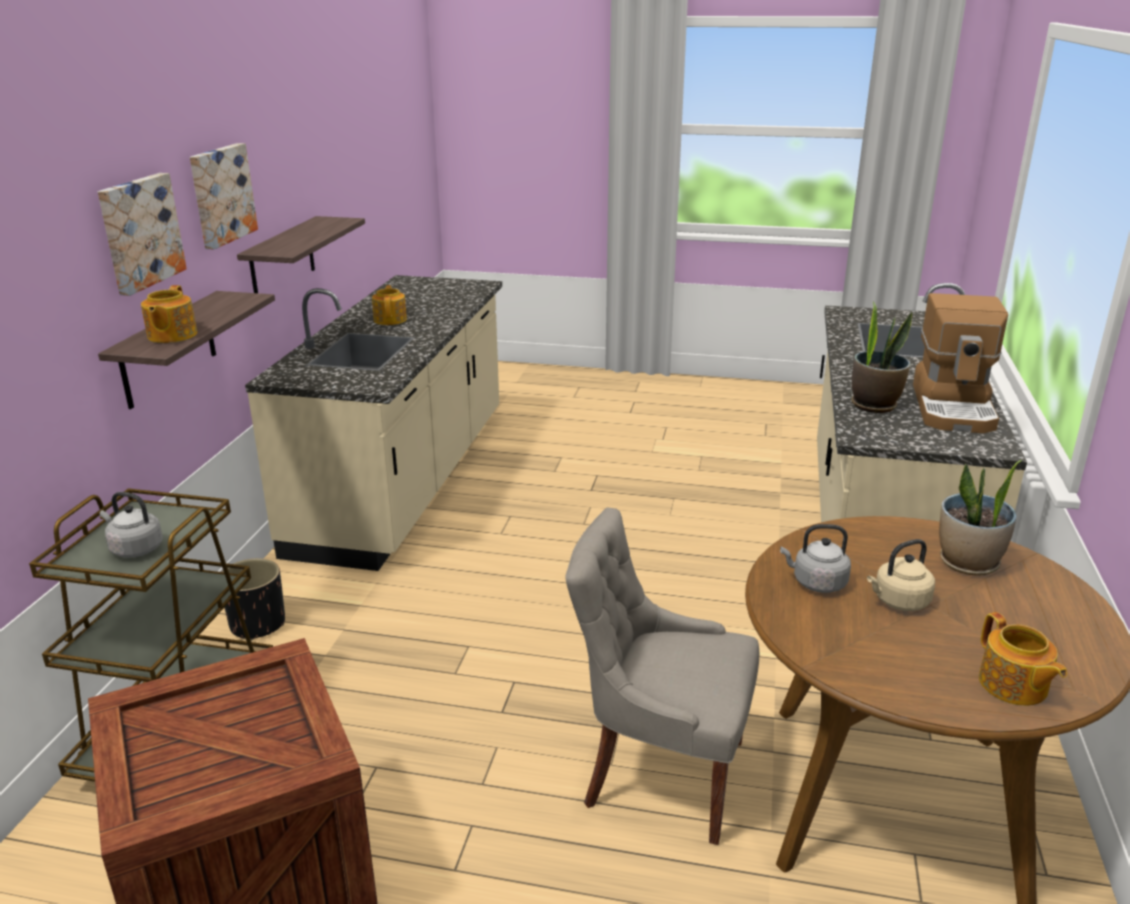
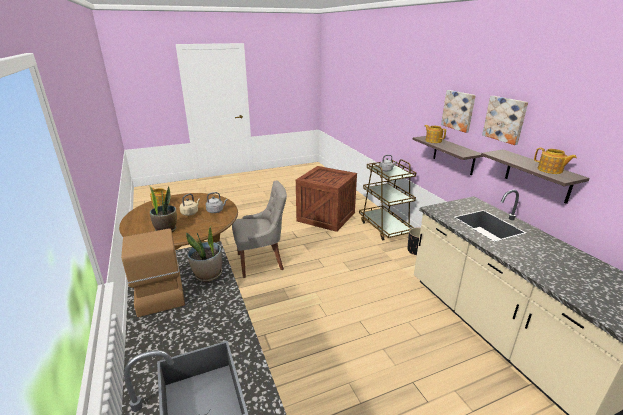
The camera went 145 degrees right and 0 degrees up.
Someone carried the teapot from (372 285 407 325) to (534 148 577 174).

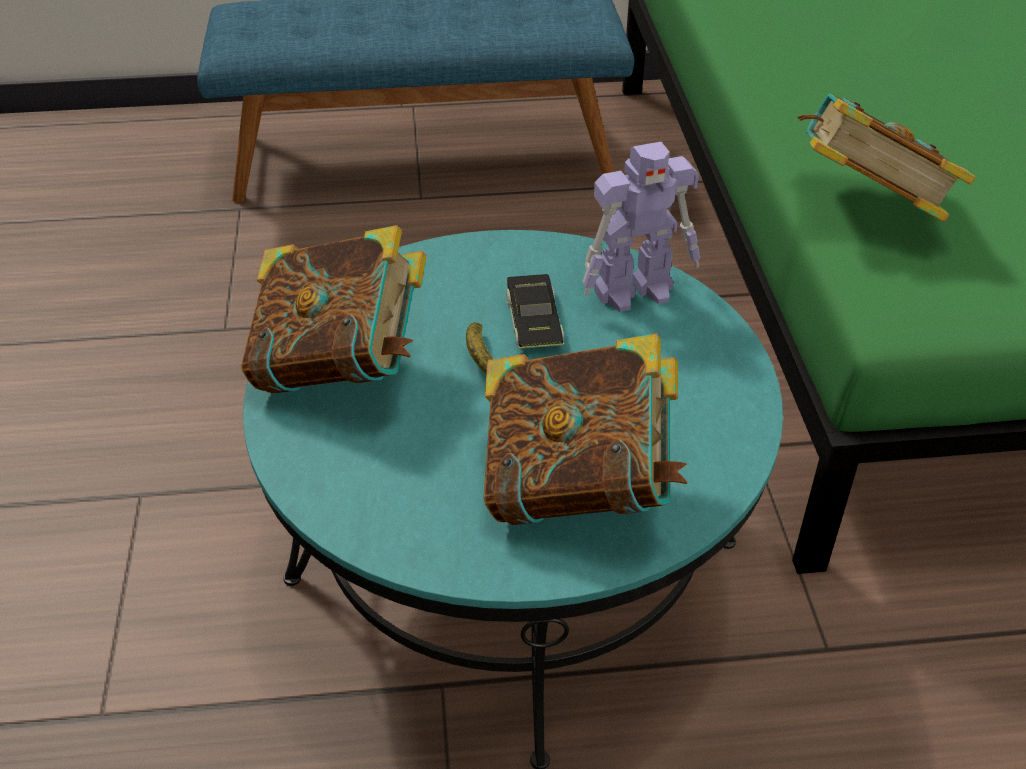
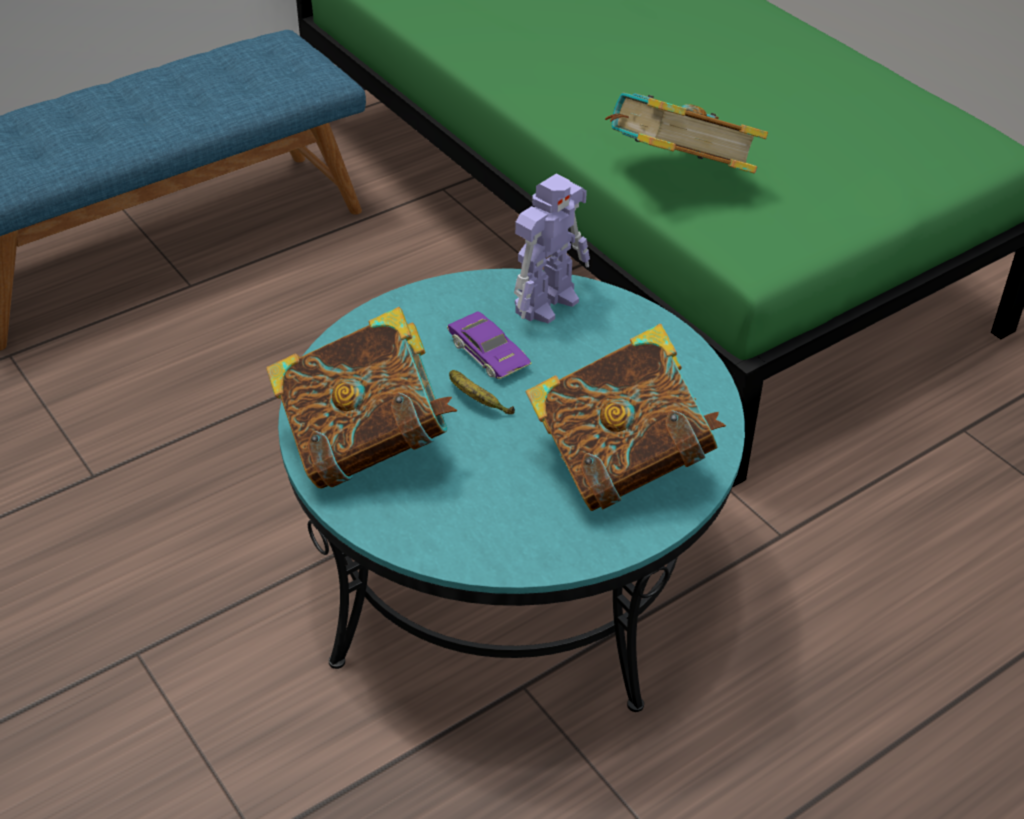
The camera went 30 degrees left and 0 degrees up.
Someone repainted the black toy car at (507 274 564 349), which became the purple toy car at (447 311 532 379).

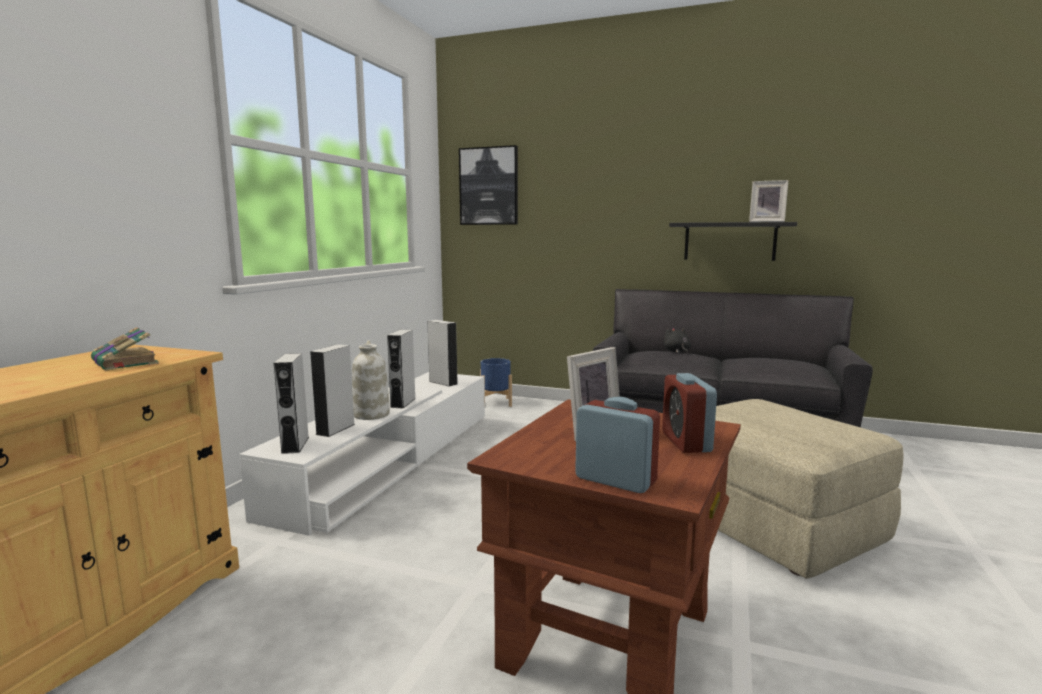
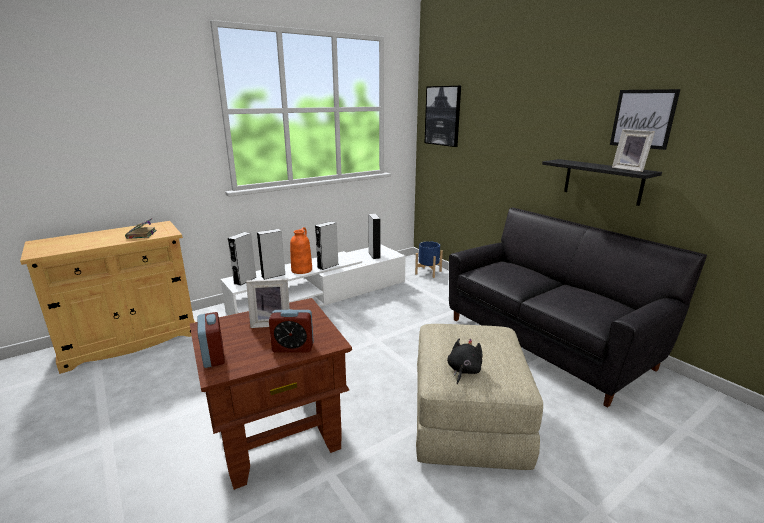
The camera went 35 degrees right and 10 degrees up.
Someone carried the black plush toy from (663 327 691 354) to (447 338 482 384).
Someone repainted the white vase at (352 340 390 420), which became the orange vase at (290 227 312 274).
Someone rotated the alarm clock at (662 373 717 453) by 120 degrees counterclockwise.
Someone put up the picture at (610 89 680 150).

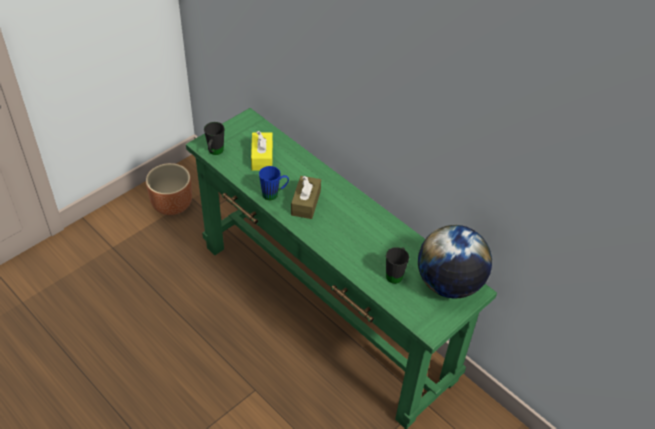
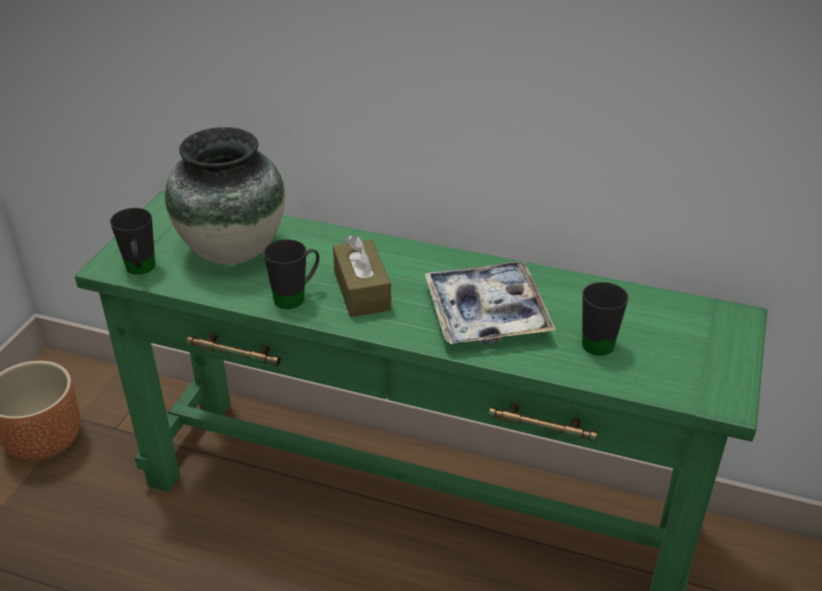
The camera went 25 degrees left and 10 degrees down.
Someone swapped the yellow tissue box at (251 131 273 170) for the vase at (165 127 285 264).
Someone repainted the blue mug at (259 166 289 200), which became the black mug at (264 239 319 309).
Someone took away the globe at (418 225 492 298).
Someone put down the tray at (424 261 556 344).

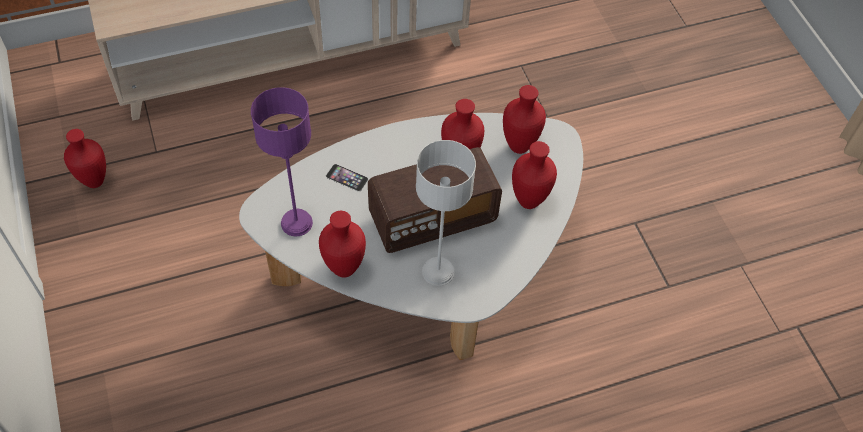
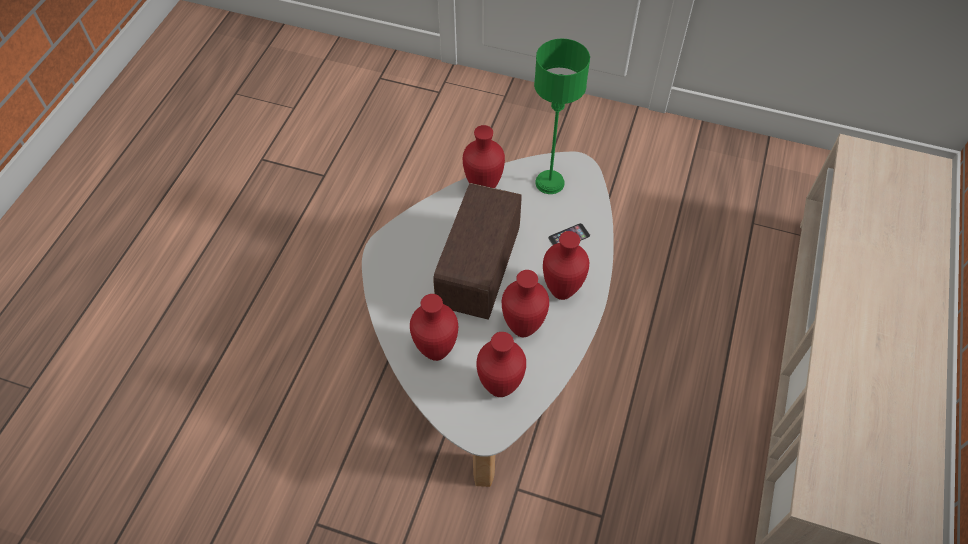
The camera went 130 degrees right and 0 degrees up.
Someone repainted the purple table lamp at (251 87 313 237), which became the green table lamp at (534 38 590 194).
Someone carried the red vase from (64 129 106 188) to (543 231 589 300).
Someone took away the grey table lamp at (416 140 476 286).

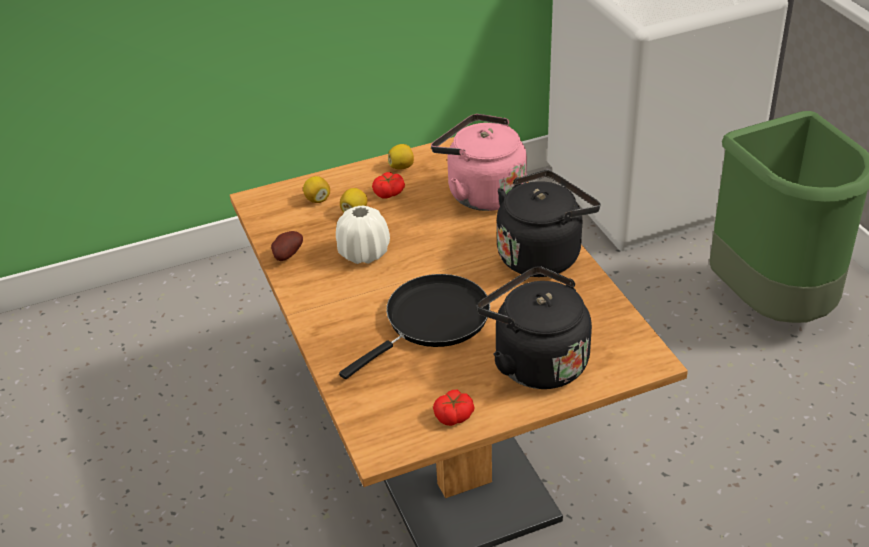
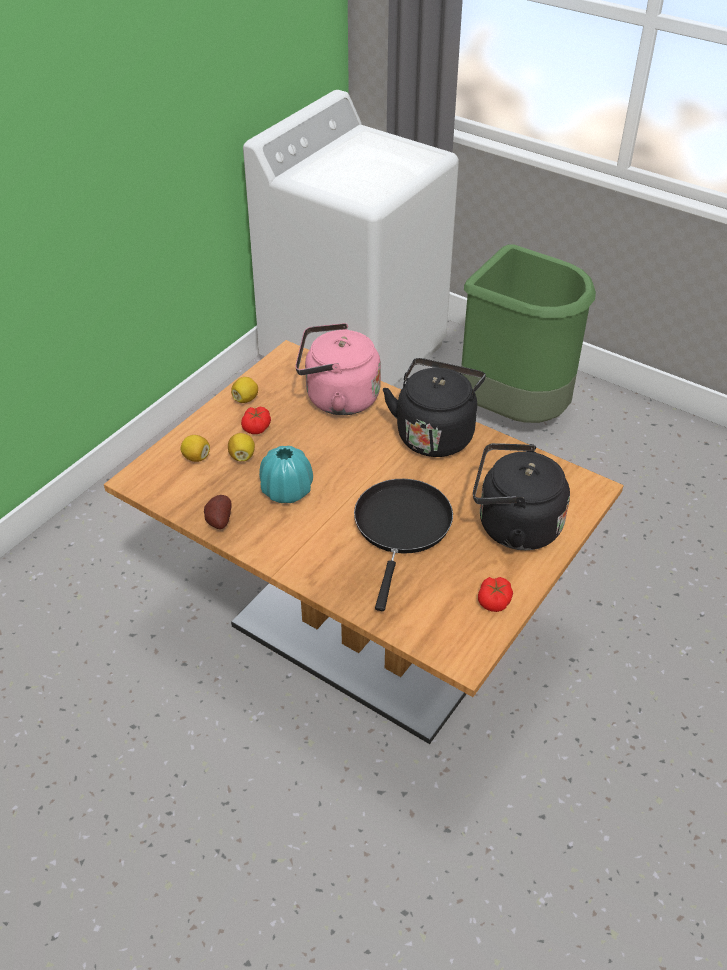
The camera went 35 degrees left and 5 degrees up.
Someone repainted the white vase at (336 206 390 264), which became the turquoise vase at (259 446 313 503).

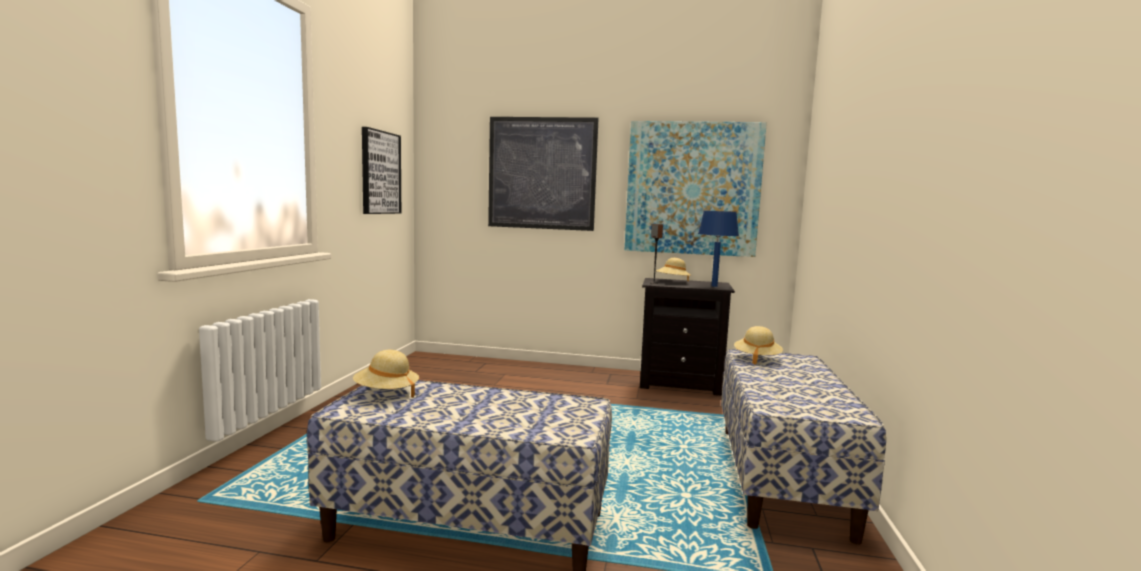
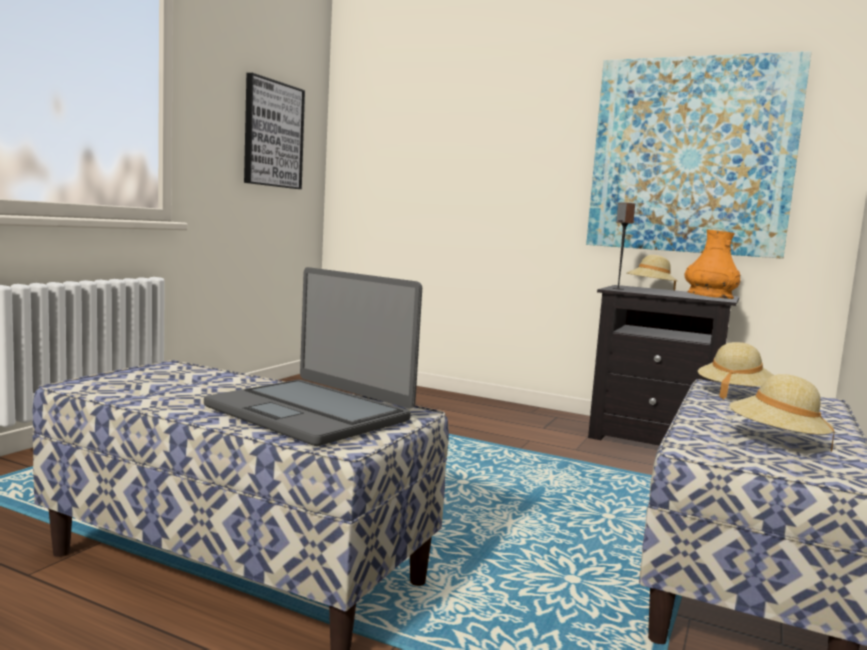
The camera went 15 degrees right and 0 degrees up.
Someone took away the picture at (488 117 599 231).
Someone swapped the blue table lamp at (698 211 739 287) for the orange vase at (685 229 741 299).
Someone carried the beige hat from (353 350 419 397) to (730 374 835 452).
Someone put down the laptop at (204 267 422 446).

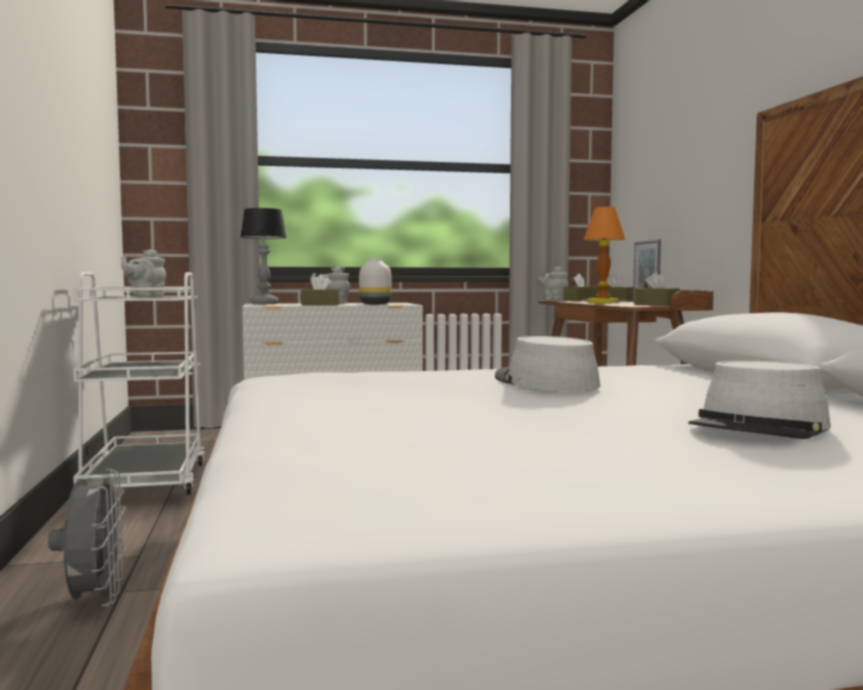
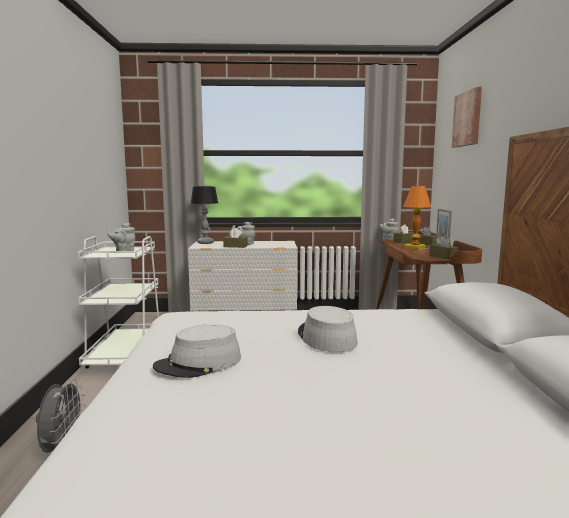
The camera went 10 degrees right and 5 degrees up.
Someone took away the white vase at (359 258 391 304).
Someone carried the grey hat from (688 361 831 439) to (153 324 241 378).
Someone put up the picture at (452 87 482 148).

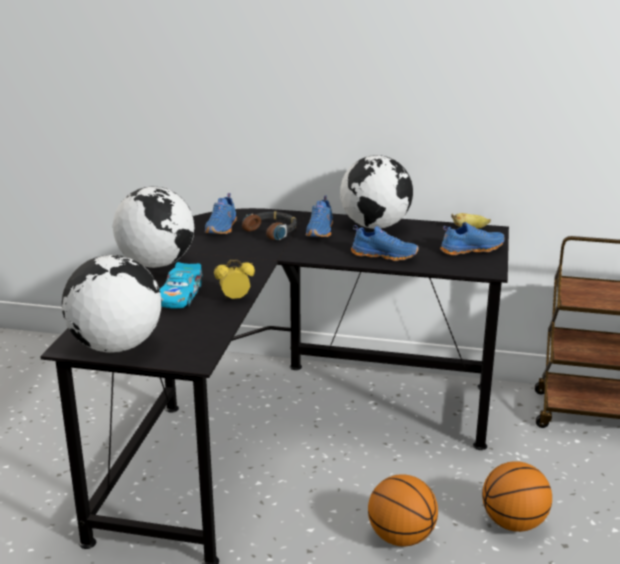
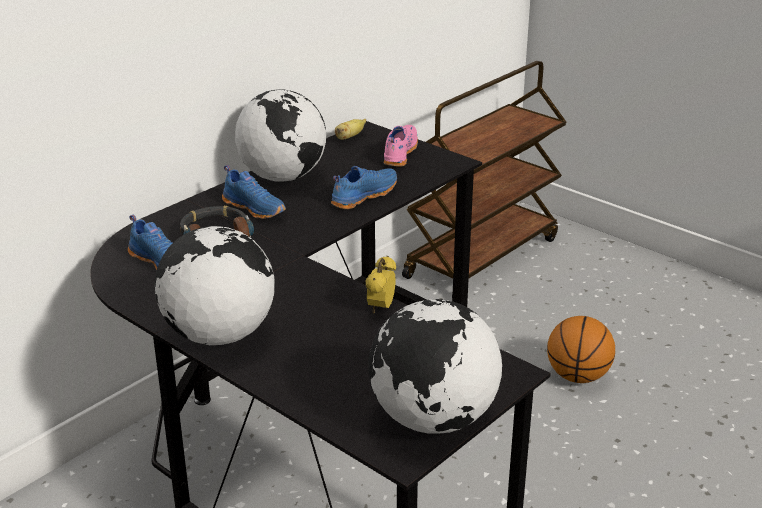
The camera went 60 degrees left and 5 degrees up.
Someone repainted the blue shoe at (440 222 505 255), which became the pink shoe at (384 125 418 167).
Someone took away the toy car at (160 262 203 308).
Someone took away the basketball at (368 474 438 546).

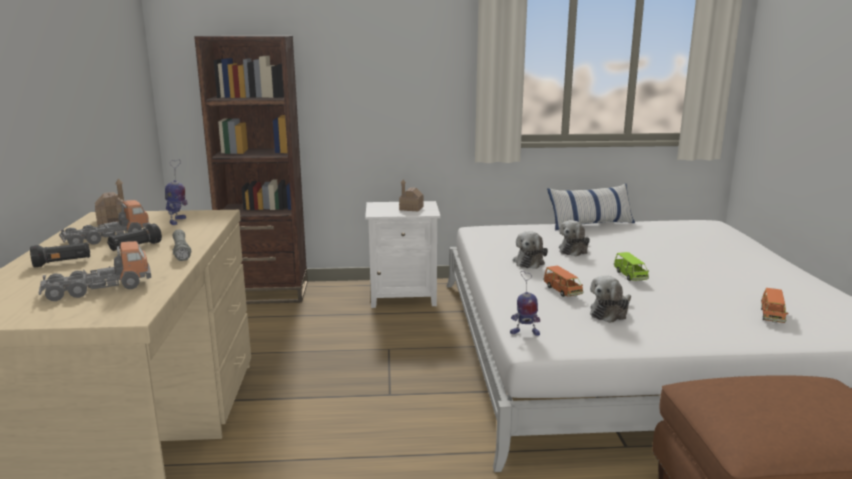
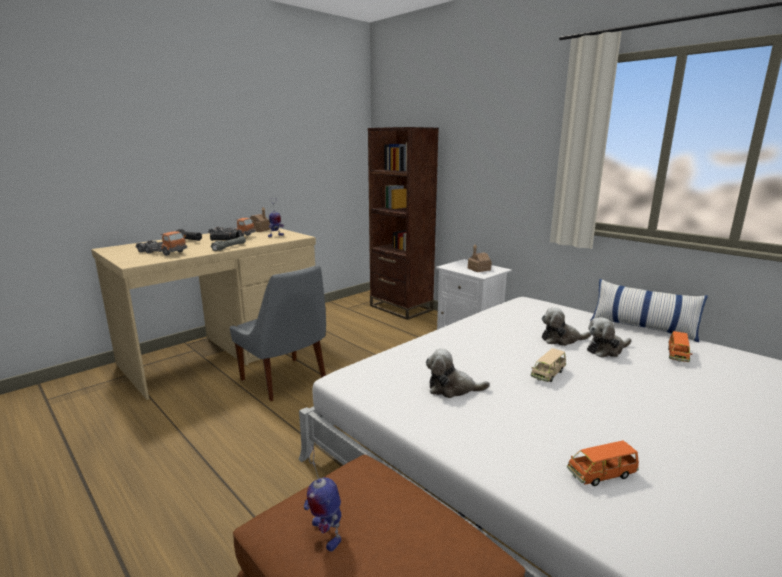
The camera went 50 degrees right and 0 degrees up.
Someone carried the plush toy from (513 231 548 269) to (587 317 631 357).
Someone repainted the green toy car at (614 252 649 281), which became the beige toy car at (530 348 566 382).
Someone carried the orange toy car from (543 266 583 297) to (668 331 692 362).
Someone carried the toy robot from (510 271 540 336) to (304 445 341 552).
Someone put down the grey chair at (229 265 326 401).

